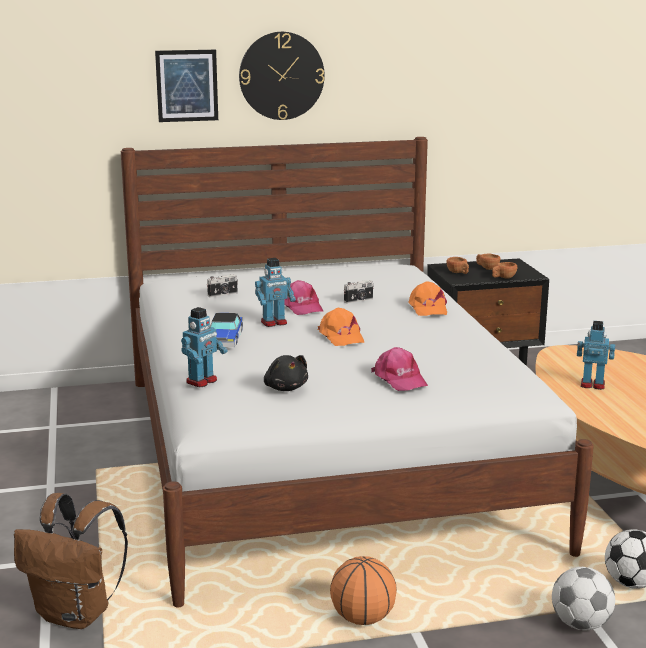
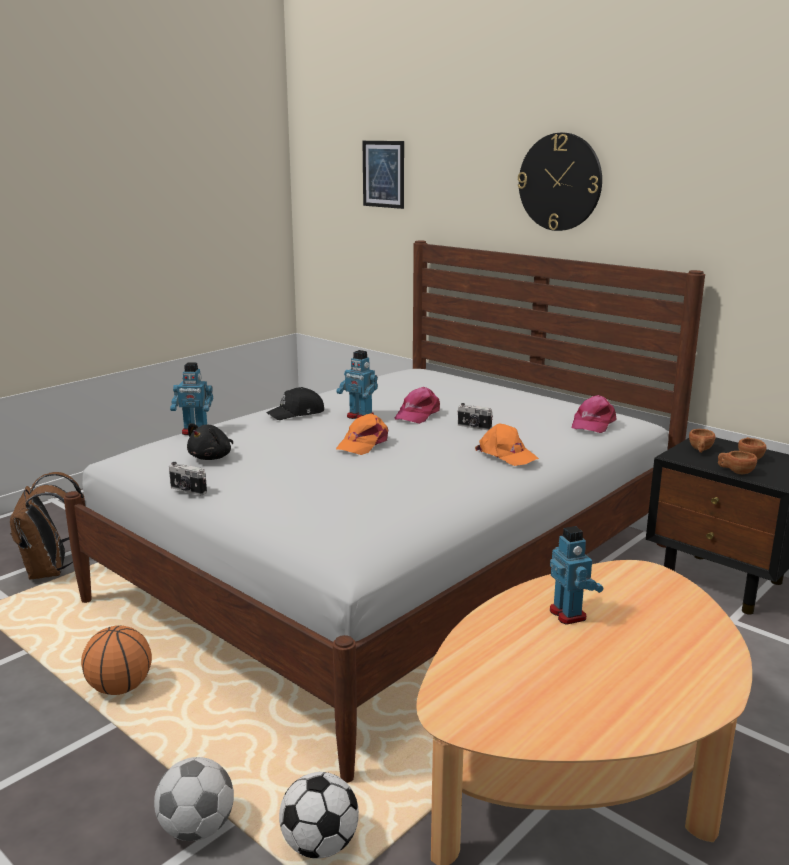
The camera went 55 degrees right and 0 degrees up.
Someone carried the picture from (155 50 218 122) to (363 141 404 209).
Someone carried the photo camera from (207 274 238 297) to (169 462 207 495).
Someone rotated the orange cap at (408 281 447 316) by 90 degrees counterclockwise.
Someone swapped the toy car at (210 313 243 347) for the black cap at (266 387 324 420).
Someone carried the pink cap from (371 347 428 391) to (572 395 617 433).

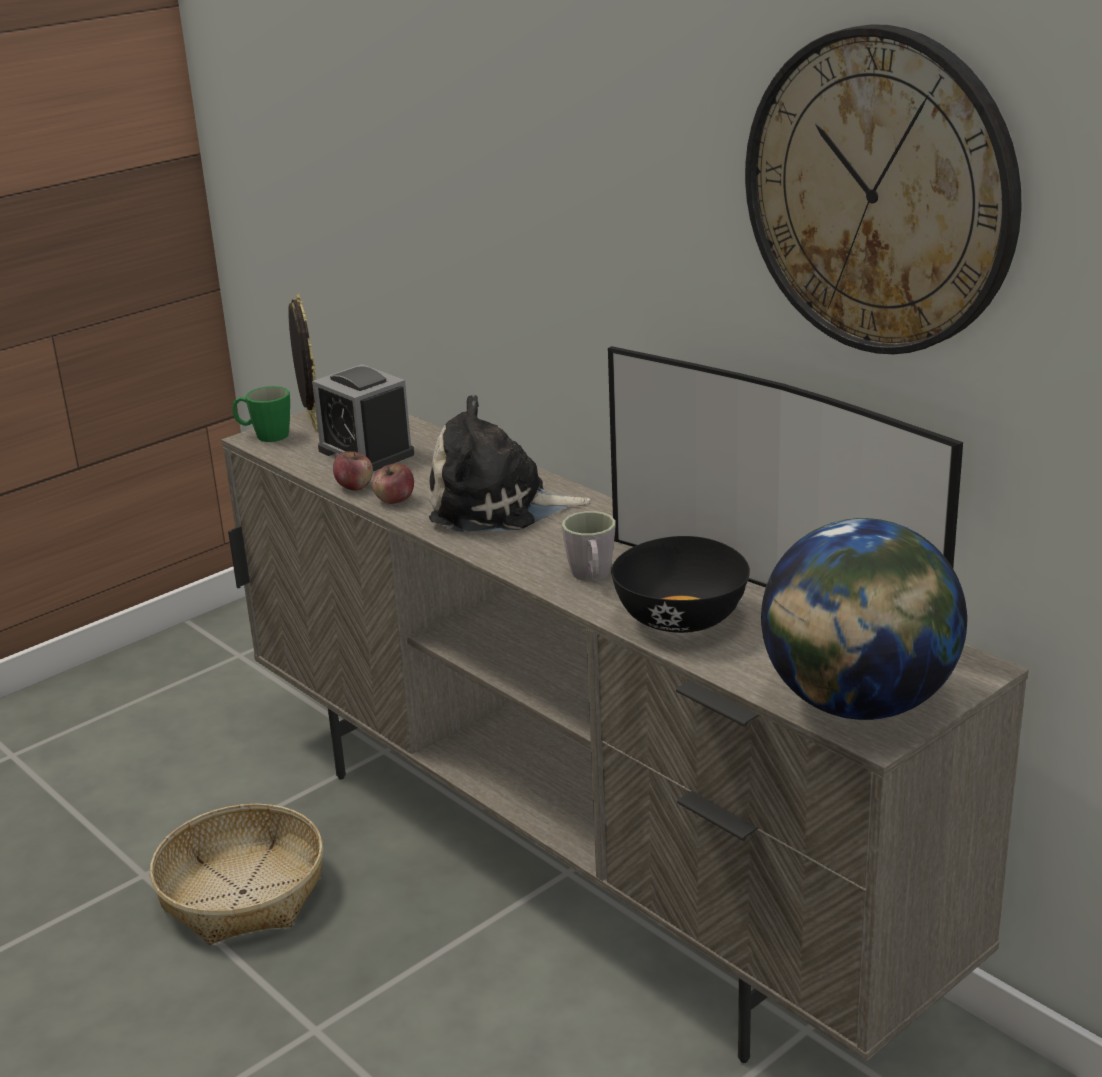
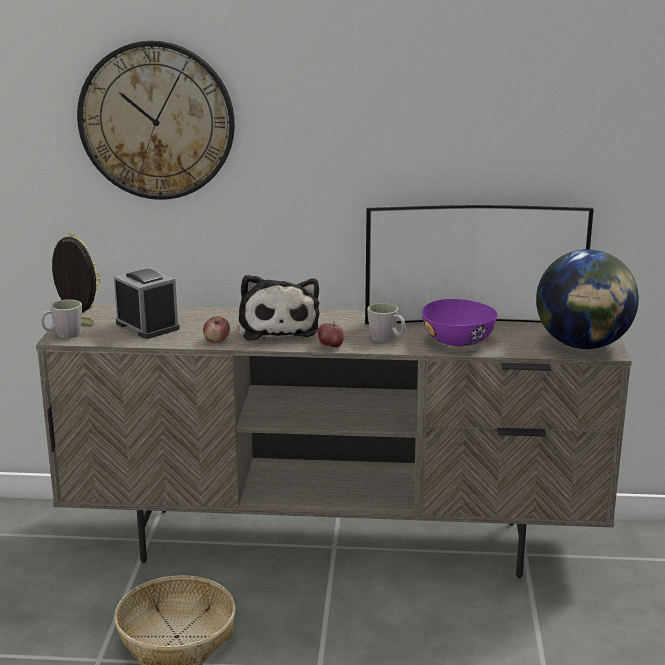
The camera went 45 degrees left and 5 degrees down.
Someone carried the wall clock from (745 24 1022 354) to (77 41 235 200).
Someone rotated the alarm clock at (312 364 414 471) by 135 degrees counterclockwise.
Someone repainted the green mug at (232 386 290 442), which became the grey mug at (41 299 82 338).
Someone rotated the plush toy at (429 394 590 531) by 60 degrees counterclockwise.
Someone carried the apple from (333 451 373 491) to (318 323 345 347).
Someone repainted the black bowl at (611 536 750 633), which became the purple bowl at (422 299 498 347).

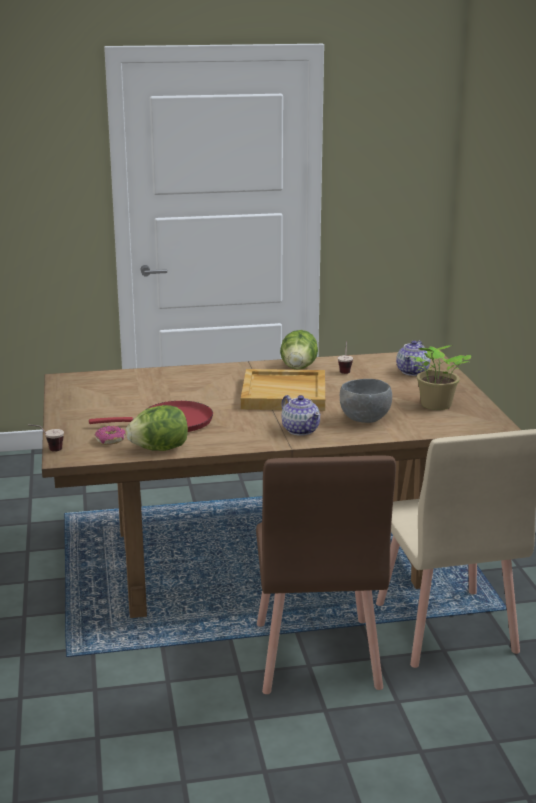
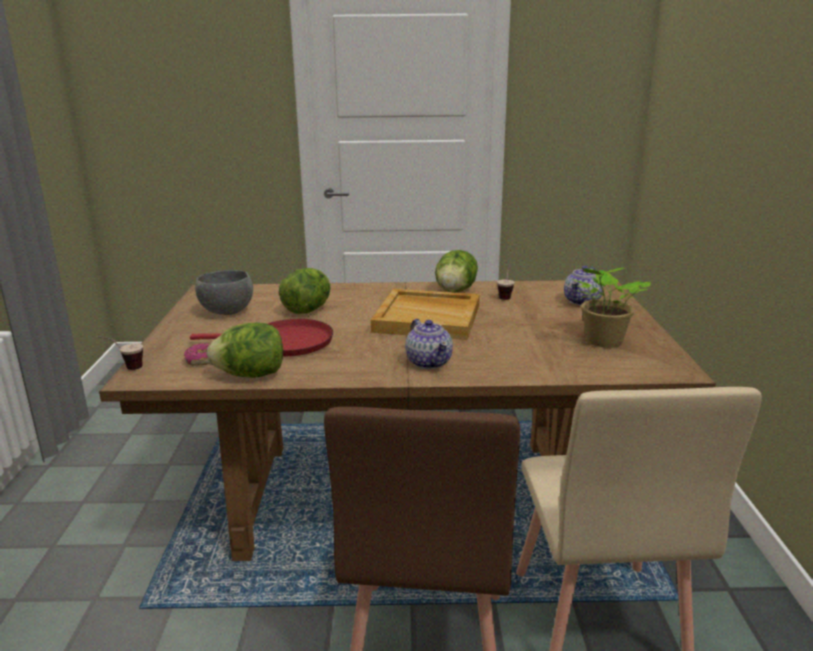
The camera went 10 degrees right and 0 degrees up.
Someone carried the grey bowl from (340 379 392 423) to (195 270 253 315).
Someone put down the lettuce at (279 268 331 314).

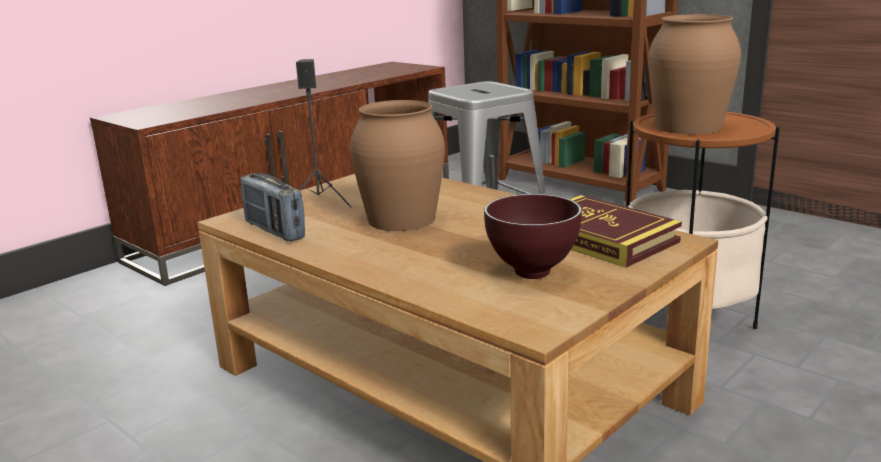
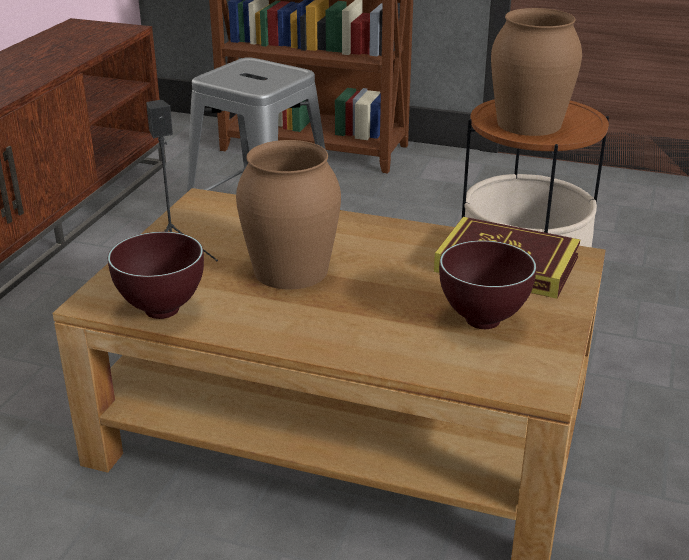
The camera went 25 degrees left and 10 degrees up.
Someone swapped the radio at (240 173 305 241) for the brown bowl at (108 232 204 319).

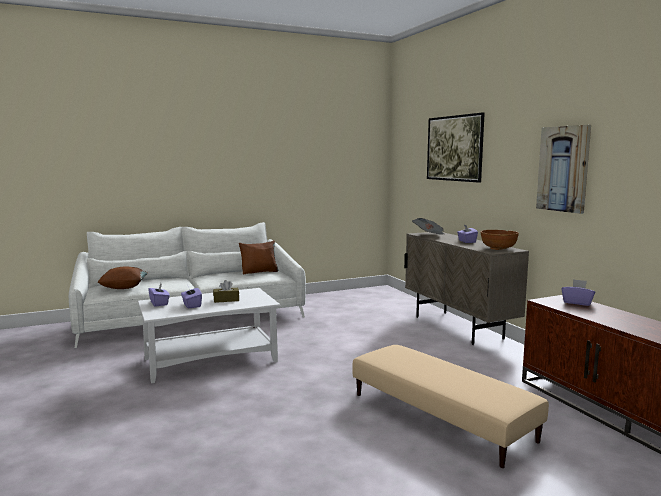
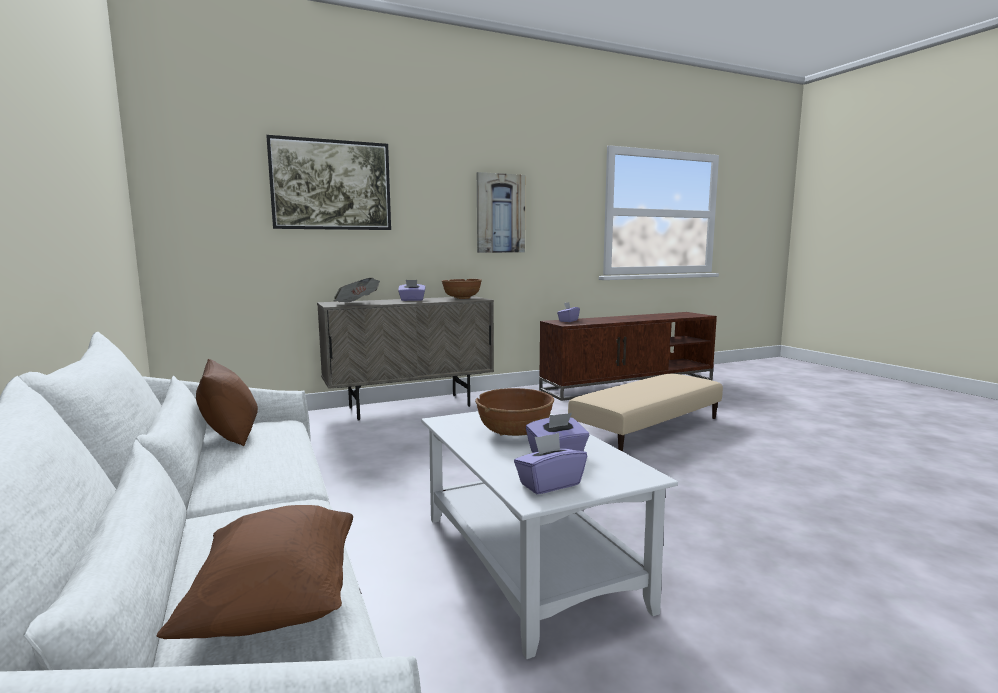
The camera went 90 degrees left and 0 degrees up.
Someone swapped the brown tissue box at (213 280 239 303) for the brown bowl at (475 388 554 436).

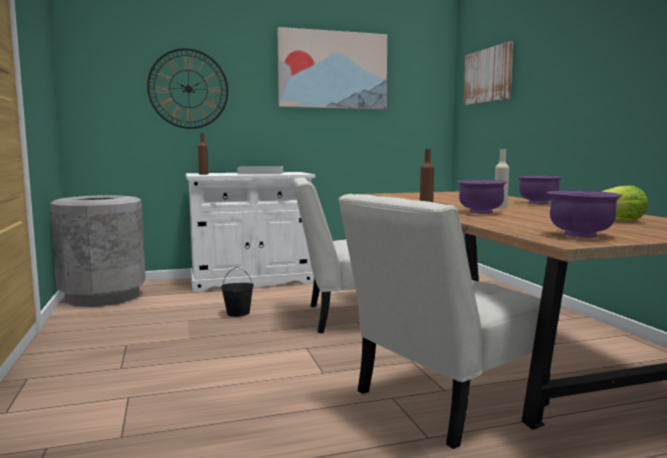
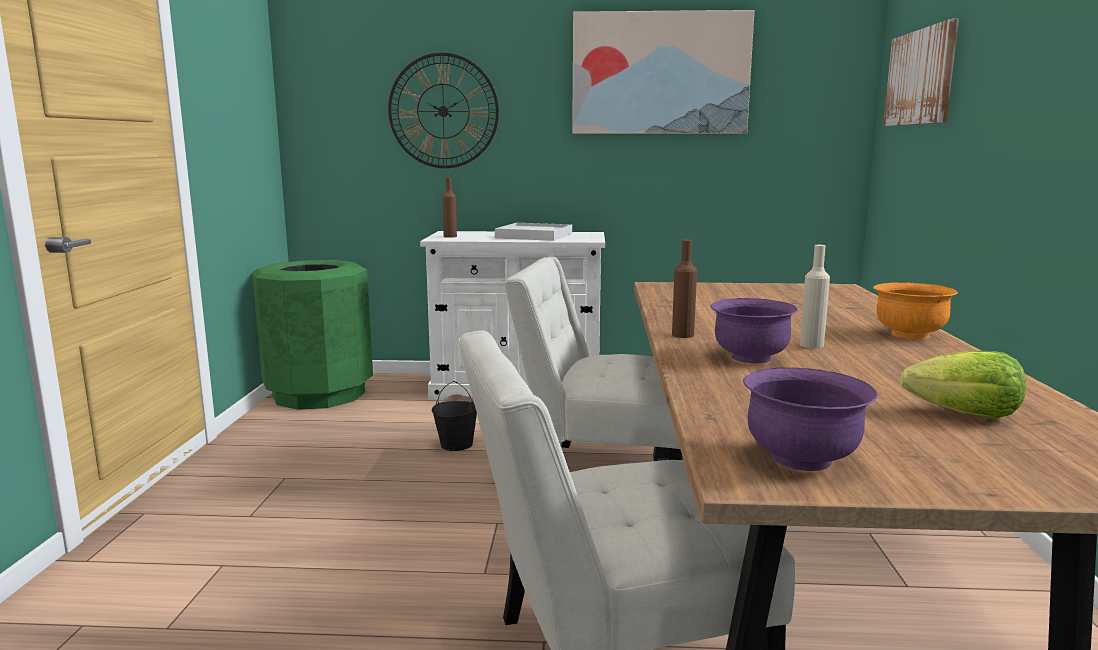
The camera went 20 degrees right and 5 degrees up.
Someone repainted the purple bowl at (517 176 563 204), which became the orange bowl at (873 282 958 339).
Someone repainted the grey trash can at (50 195 146 307), which became the green trash can at (252 260 373 410).

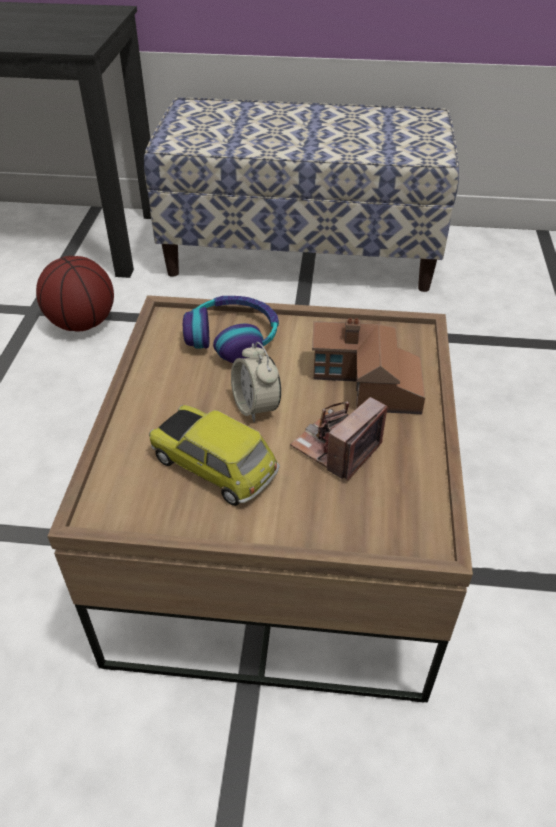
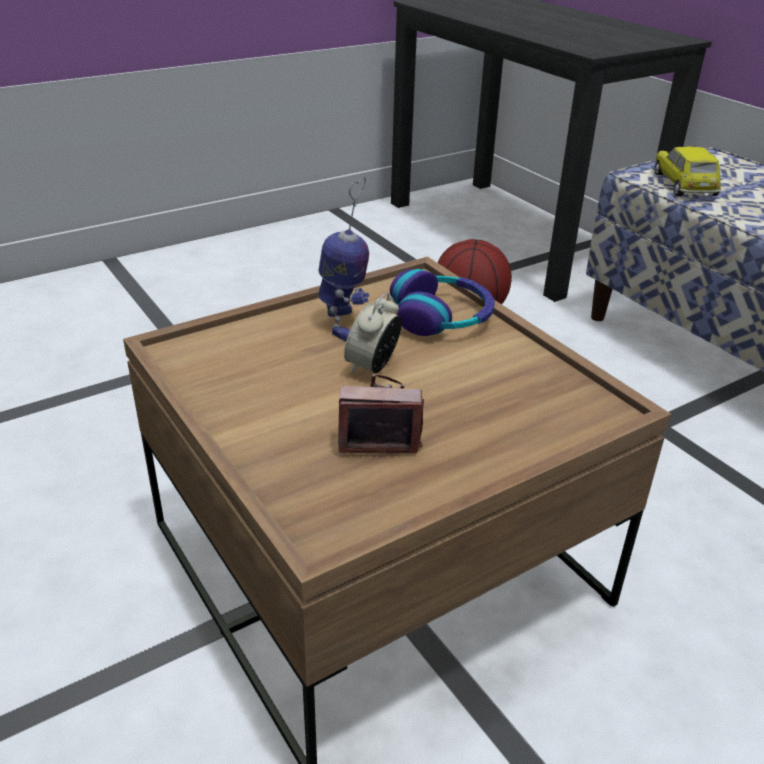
The camera went 50 degrees right and 10 degrees down.
Someone took away the toy house at (312 318 425 414).
Someone carried the toy car from (149 405 280 506) to (655 146 721 196).
Someone put down the toy robot at (318 177 369 342).

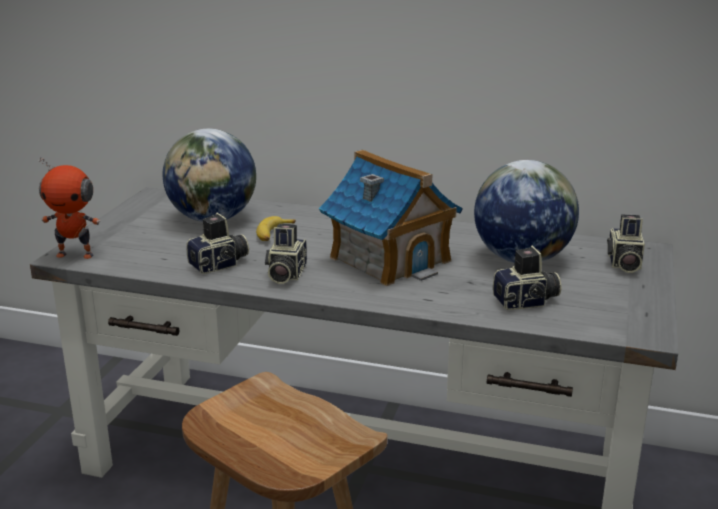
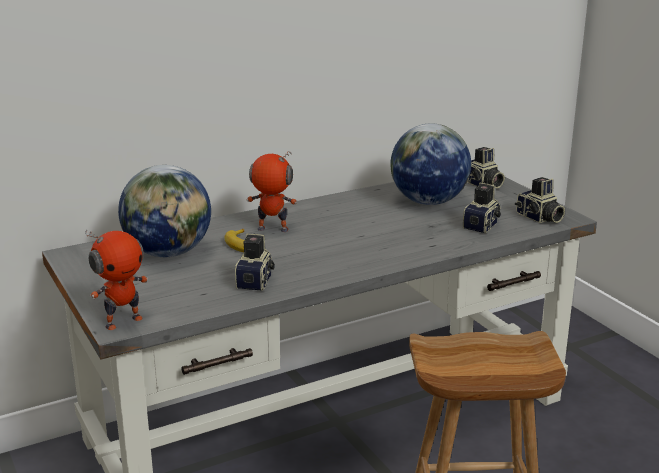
The camera went 45 degrees left and 0 degrees up.
Someone took away the toy house at (319 150 463 286).
Someone carried the photo camera from (265 224 307 284) to (515 177 565 223).
Someone put down the toy robot at (247 151 297 232).

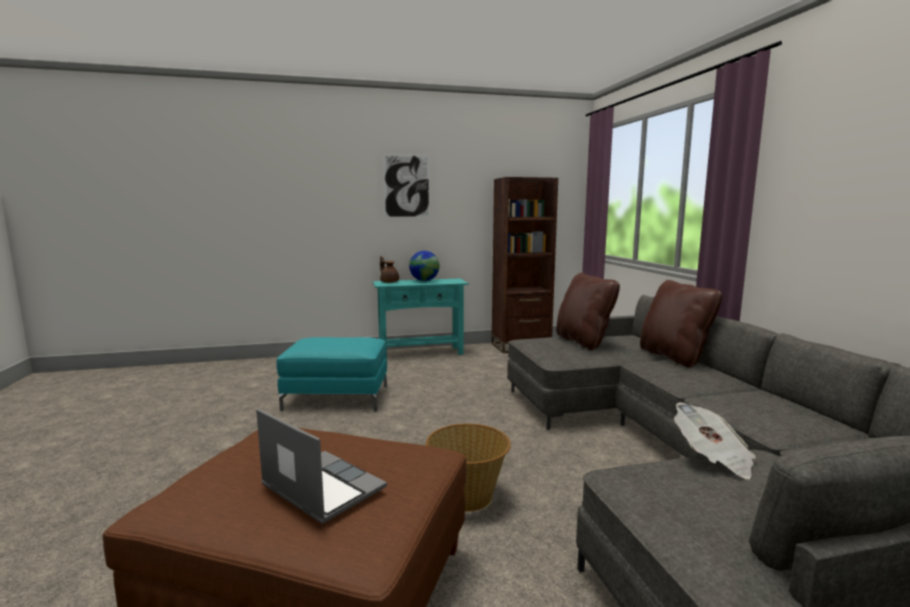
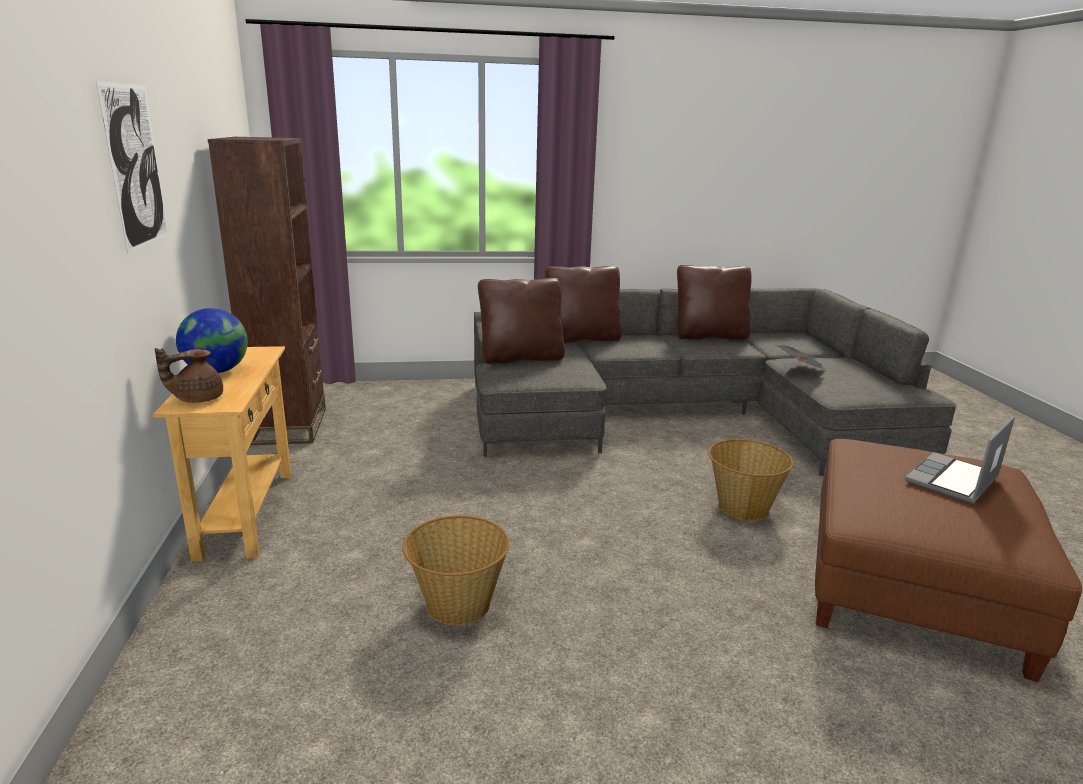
The camera went 85 degrees left and 10 degrees up.
Someone repainted the turquoise console table at (373 279 469 359), which became the beige console table at (153 346 291 562).
Someone swapped the turquoise ottoman at (277 337 387 411) for the basket at (402 515 510 626).
Someone put down the brown pillow at (677 265 751 340).

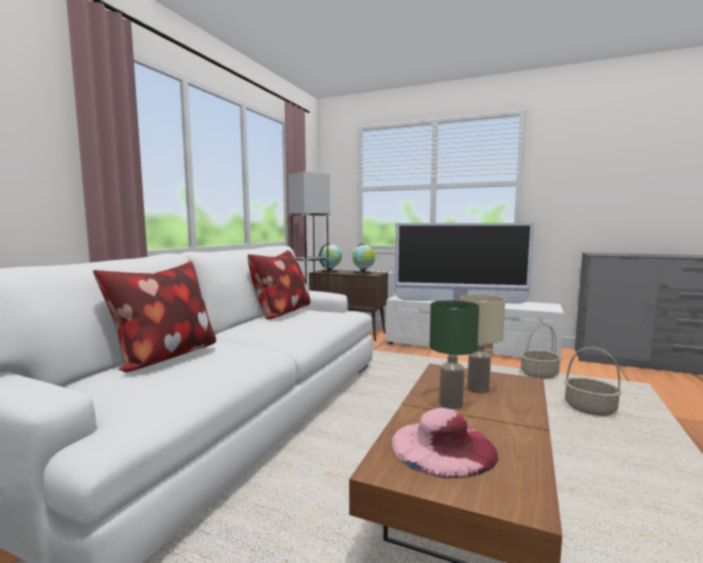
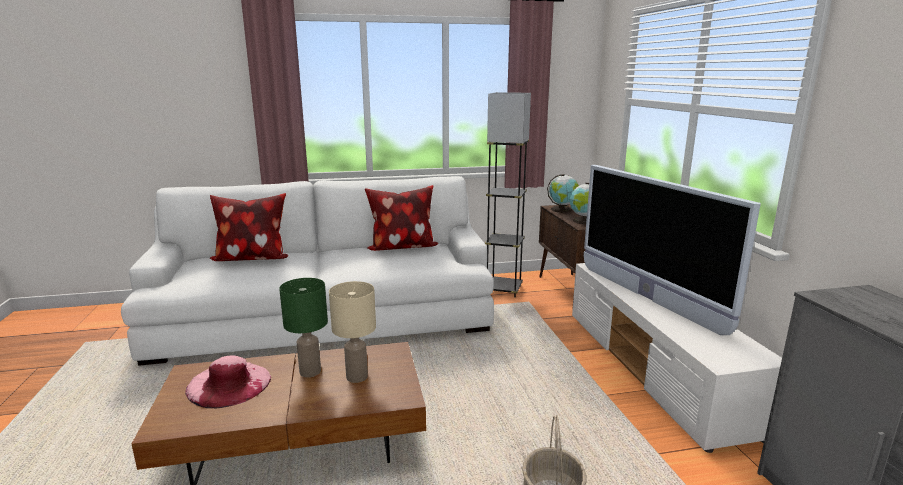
The camera went 55 degrees right and 10 degrees up.
Someone took away the basket at (521 324 562 379).

